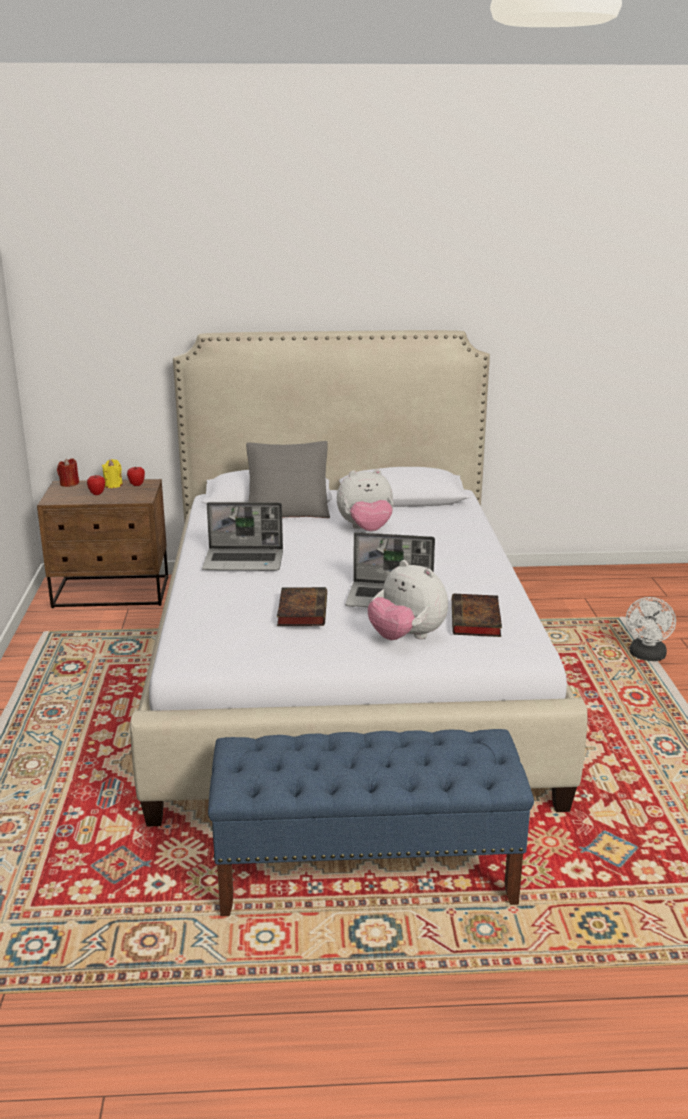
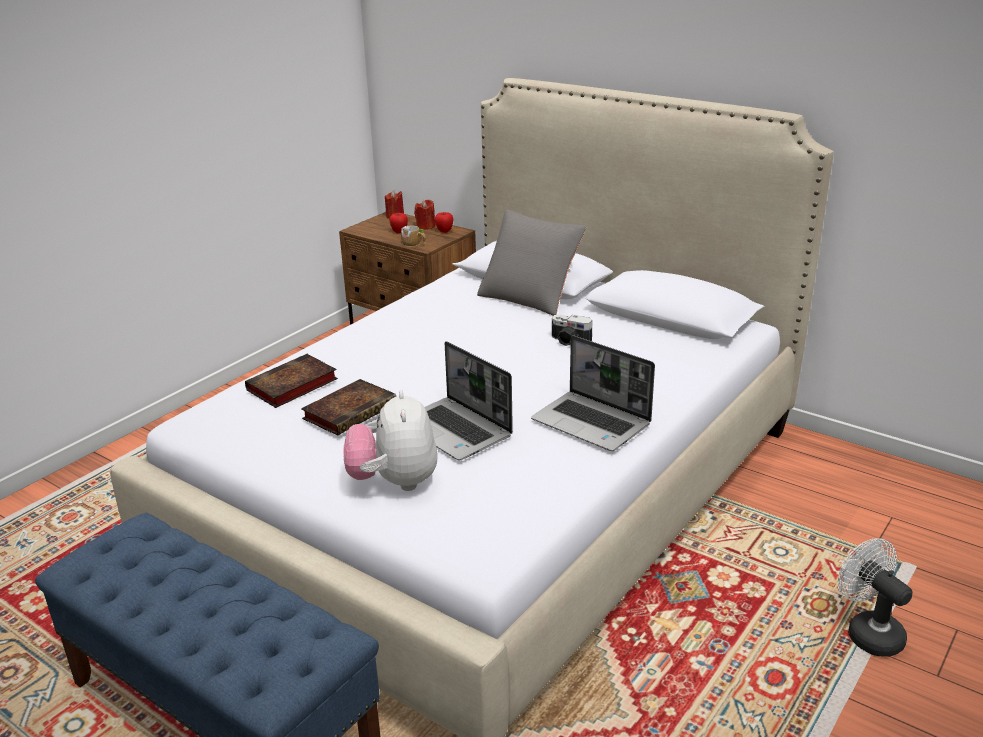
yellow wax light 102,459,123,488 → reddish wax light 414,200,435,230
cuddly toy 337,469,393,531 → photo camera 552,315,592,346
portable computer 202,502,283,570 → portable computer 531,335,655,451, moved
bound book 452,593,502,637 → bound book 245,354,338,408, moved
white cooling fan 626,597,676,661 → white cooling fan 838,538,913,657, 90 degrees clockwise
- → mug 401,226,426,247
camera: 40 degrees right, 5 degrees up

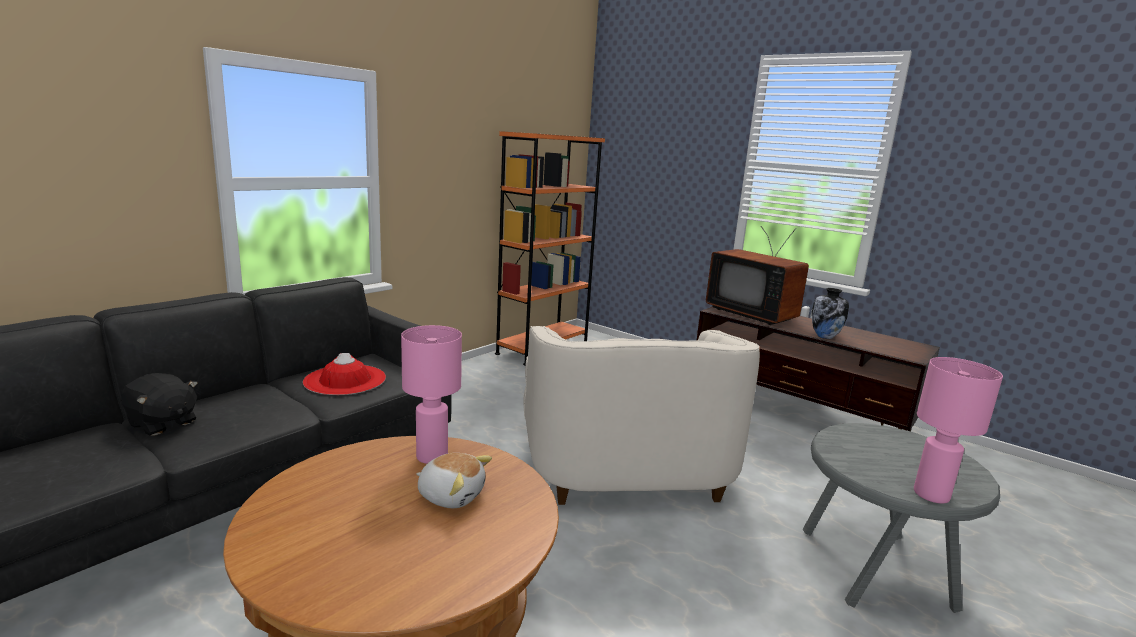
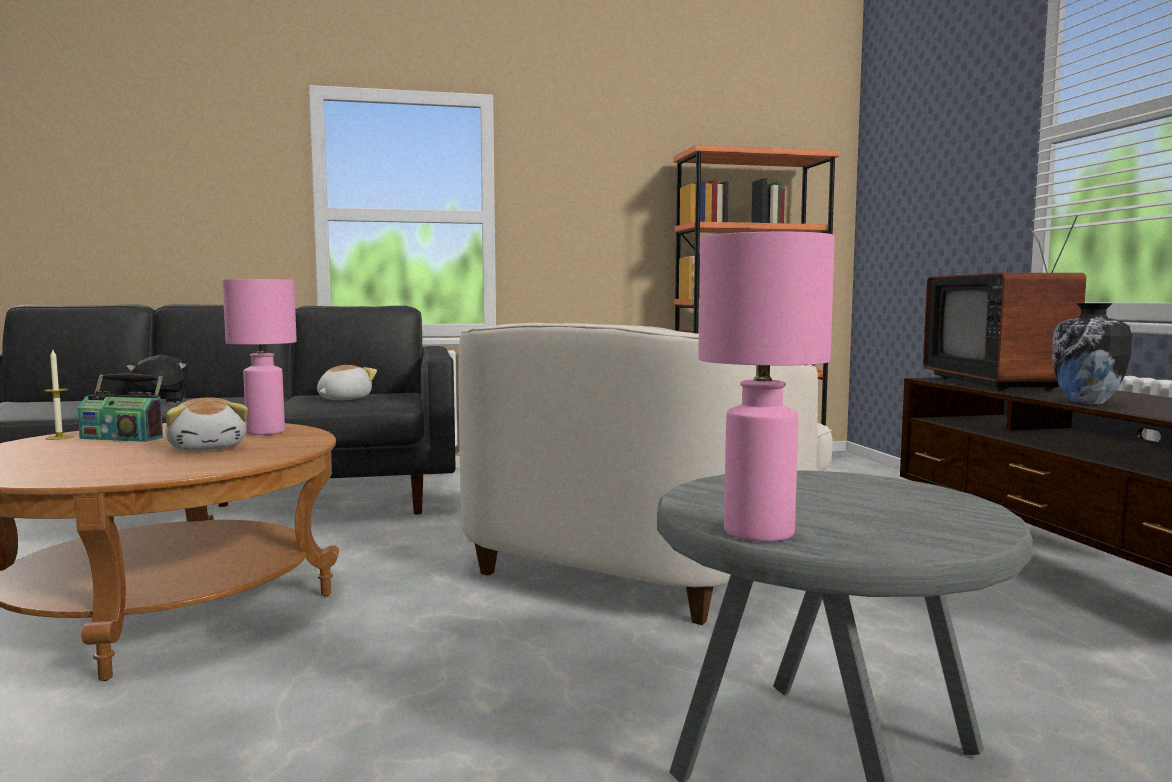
reddish clothing hat 303,353,386,395 → cuddly toy 317,365,377,400
- → wax light 44,350,74,440
- → radio receiver 77,373,163,442
camera: 40 degrees right, 10 degrees down

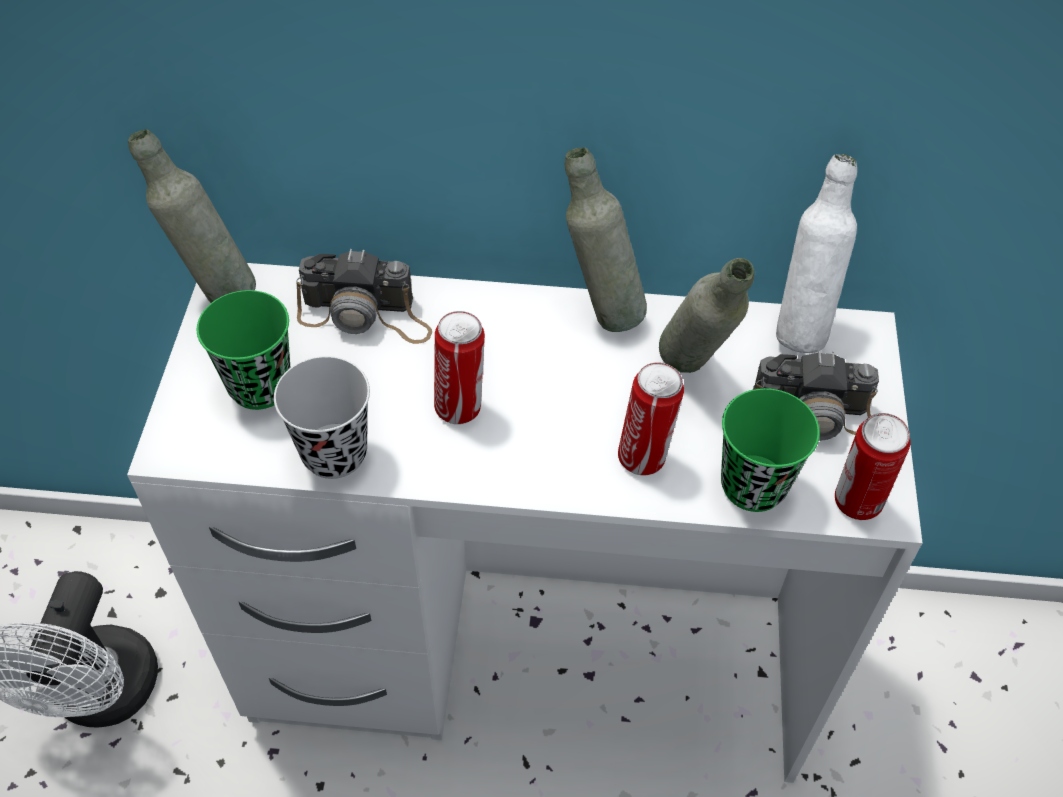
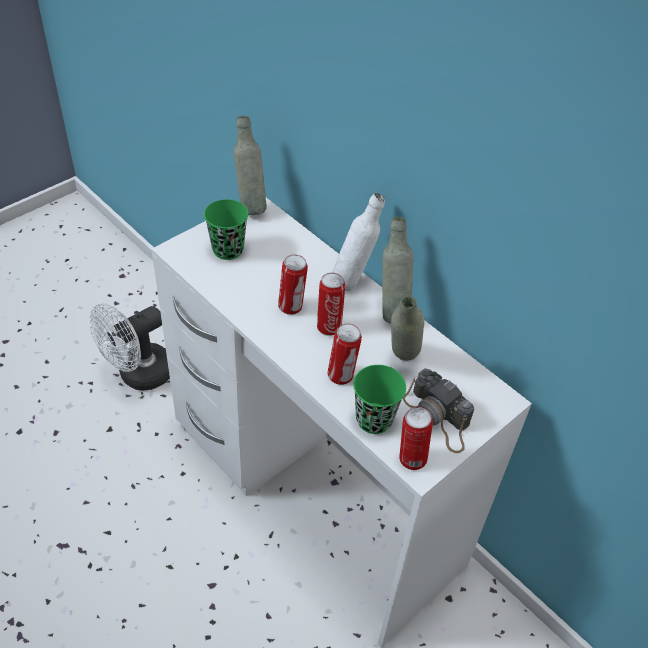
white drink bottle 776,154,857,353 → white drink bottle 332,193,385,291, moved
photo camera 296,249,432,344 → -
black small cup 274,356,370,479 → -
- → can 317,273,345,336
camera: 40 degrees right, 5 degrees down

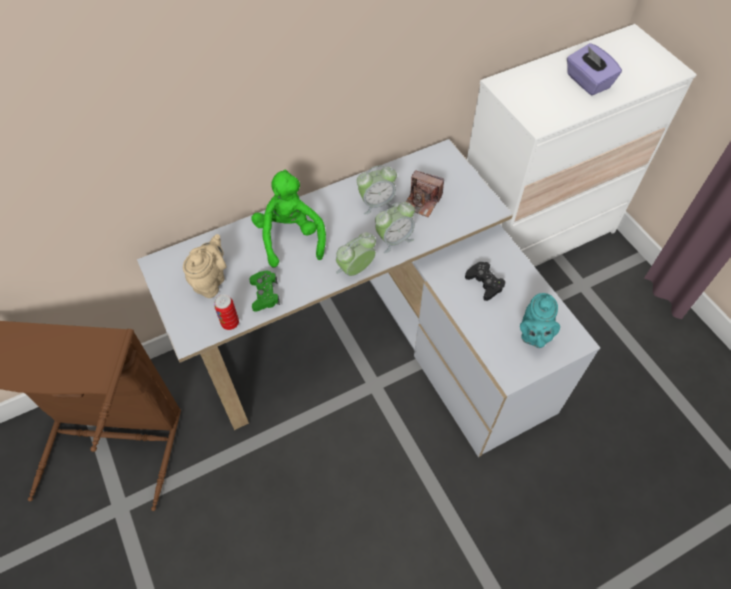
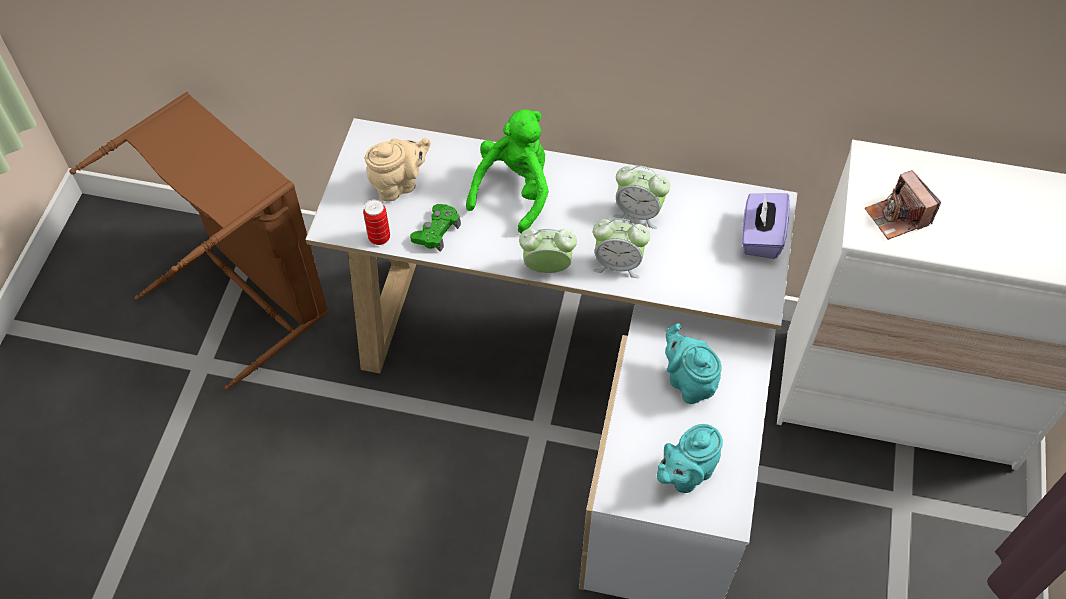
purplish tissue box 567,43,622,95 → purplish tissue box 742,193,790,259, moved
photo camera 406,170,444,217 → photo camera 865,170,941,240, moved
black game controller 465,262,506,301 → turquoise teapot 665,323,722,404
camera: 40 degrees right, 0 degrees up

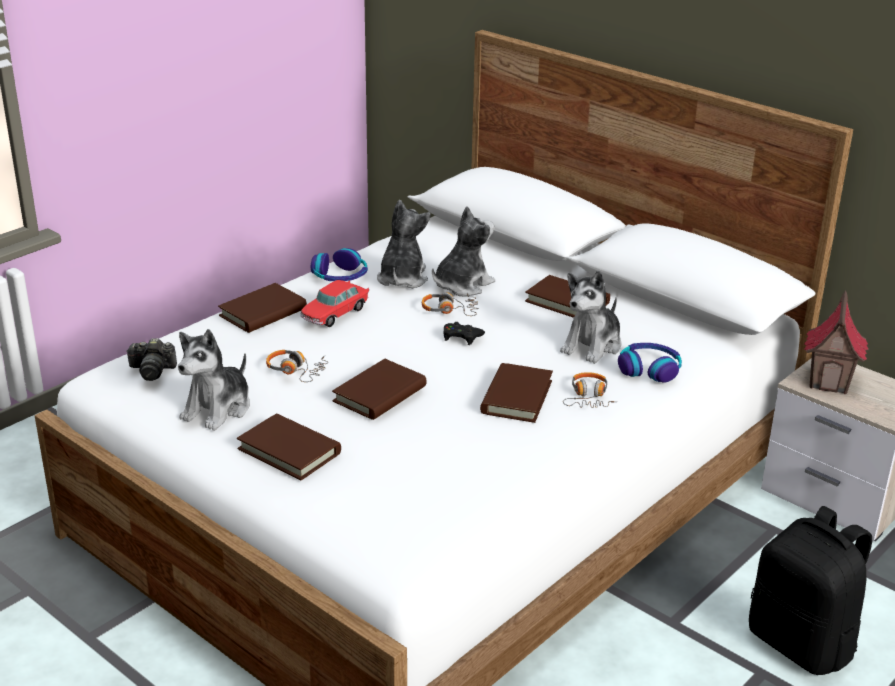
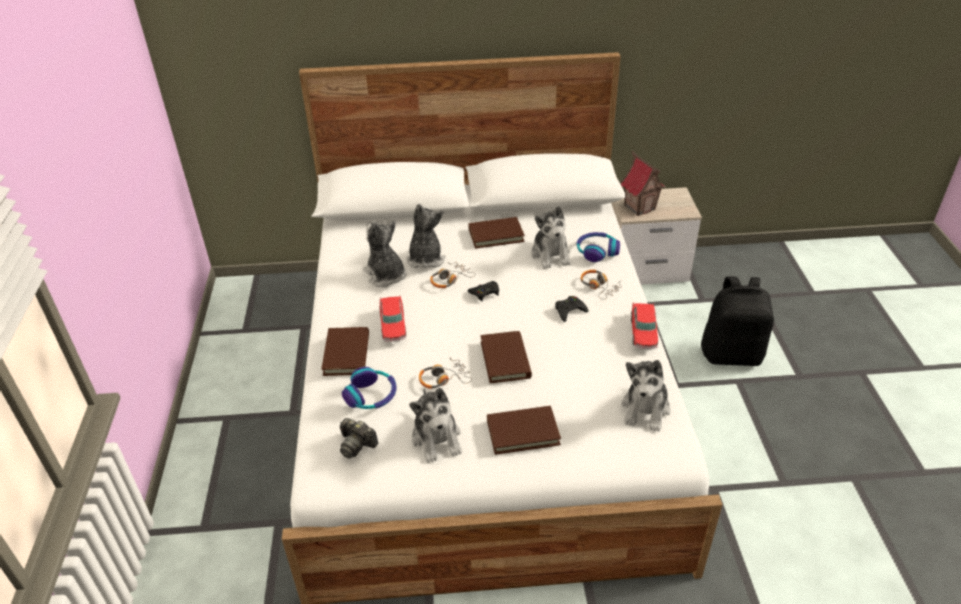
headphones 311,248,368,281 → headphones 342,367,397,409, moved
photo camera 126,338,177,381 → photo camera 340,418,378,458, 75 degrees clockwise
brownish bound book 480,363,553,423 → black game controller 555,296,588,322
- → toy car 631,301,658,349
- → cuddly toy 622,360,670,431
camera: 45 degrees left, 10 degrees up

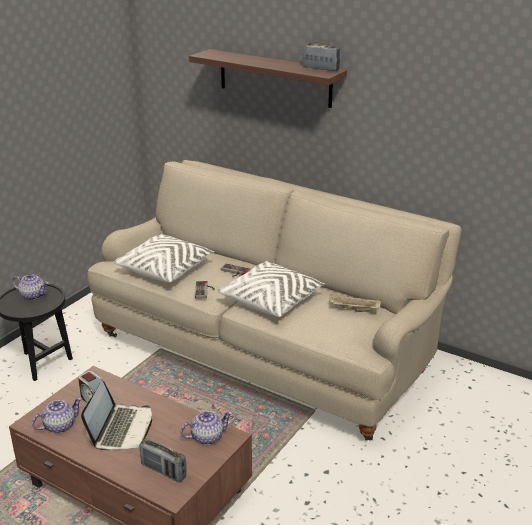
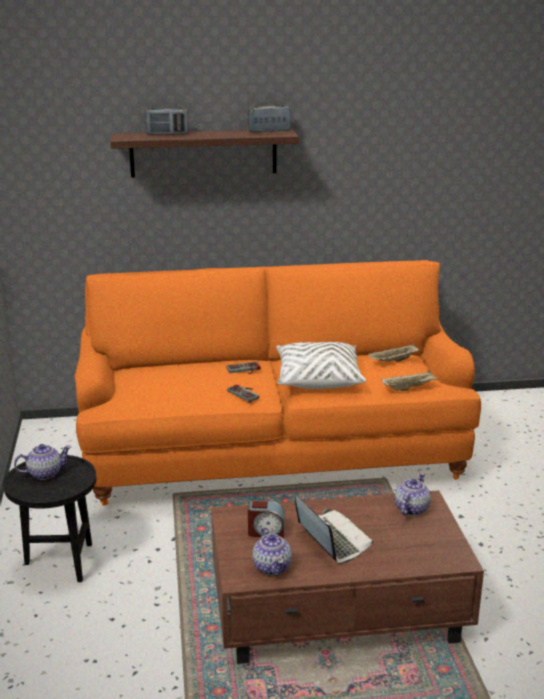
sand-coloured sofa 87,160,462,441 → orange sofa 74,260,481,506
white pillow 114,234,215,282 → -
teapot 32,397,82,433 → teapot 252,528,292,576, 150 degrees clockwise
radio receiver 140,438,187,482 → radio receiver 145,106,189,135, moved
- → sand-coloured serving tray 381,370,438,391
camera: 40 degrees left, 5 degrees down

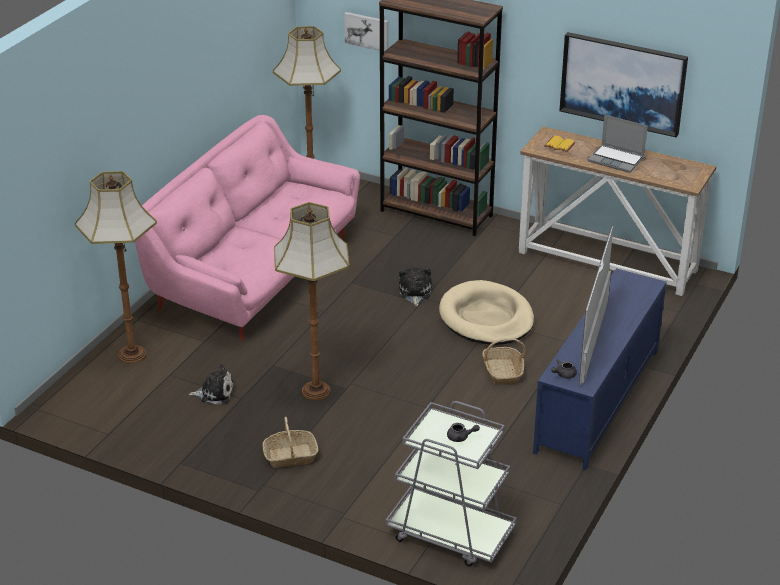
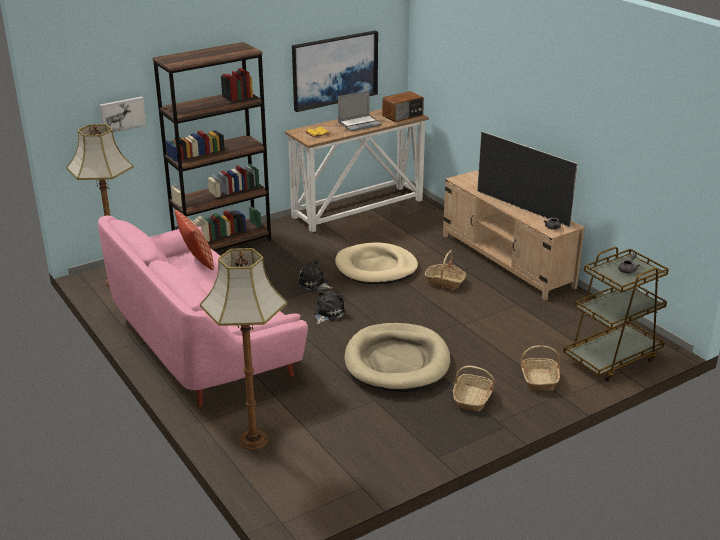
standing lamp 274,202,350,400 → sand-coloured dog bed 344,323,450,392
blue tv stand 533,268,667,470 → sand-coloured tv stand 443,170,585,301
cuddly toy 189,364,234,405 → cuddly toy 313,291,346,324, moved
greyish wheeled cart 386,401,517,567 → brownish wheeled cart 563,247,669,382
- → radio receiver 382,91,424,122
- → pillow 175,210,214,270
- → household basket 521,346,560,391
camera: 60 degrees left, 5 degrees down

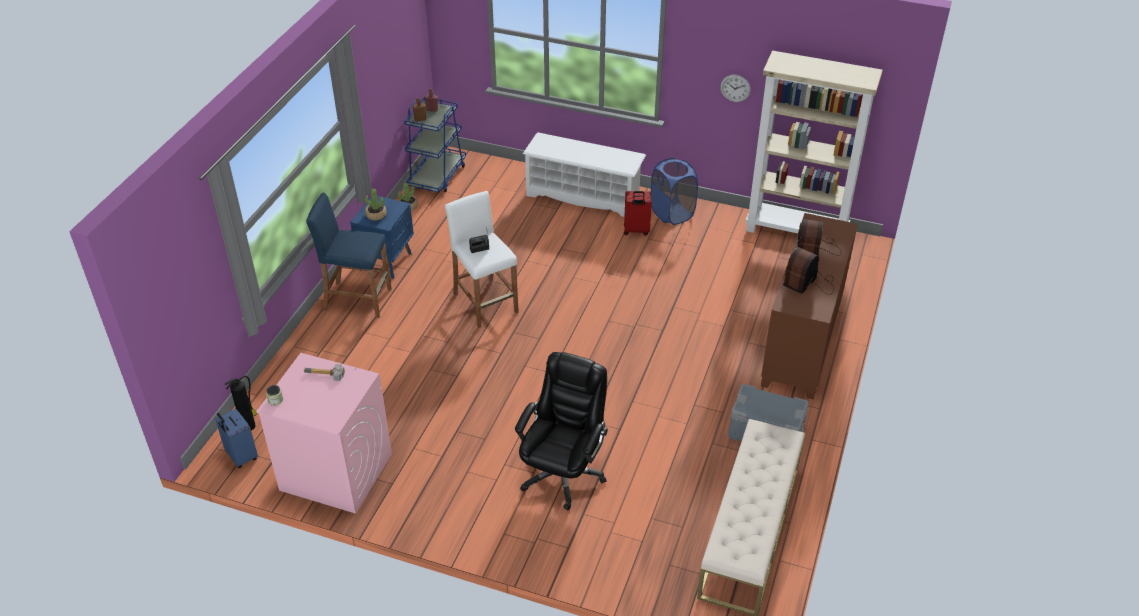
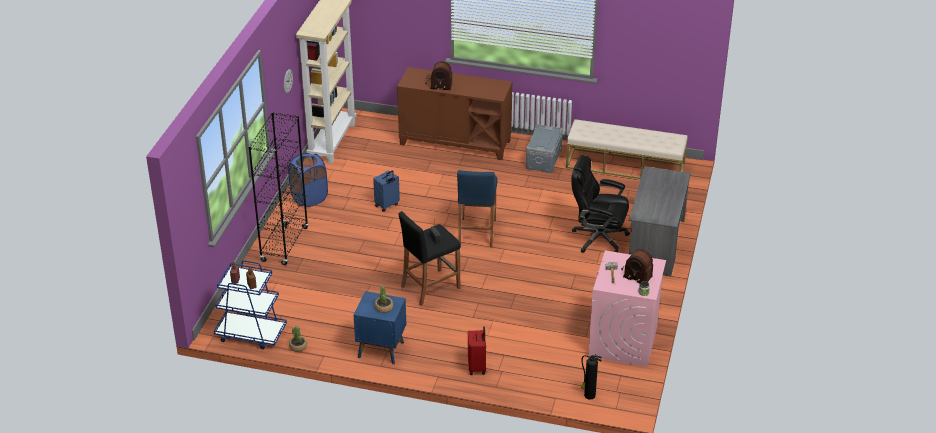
white shoe stand 523,132,646,217 → black bookcase 248,112,309,265
white sitting stool 445,191,519,328 → black sitting stool 399,211,461,306
reddish suitcase 624,191,652,236 → reddish suitcase 468,326,486,375, moved
blue sitting stool 306,193,392,318 → blue sitting stool 457,170,497,248, moved
radio receiver 783,247,834,295 → radio receiver 621,249,653,284, moved
blue suitcase 215,409,258,468 → blue suitcase 373,170,400,212, moved
- → greyish desk unit 629,166,691,276
camera: 95 degrees left, 5 degrees down

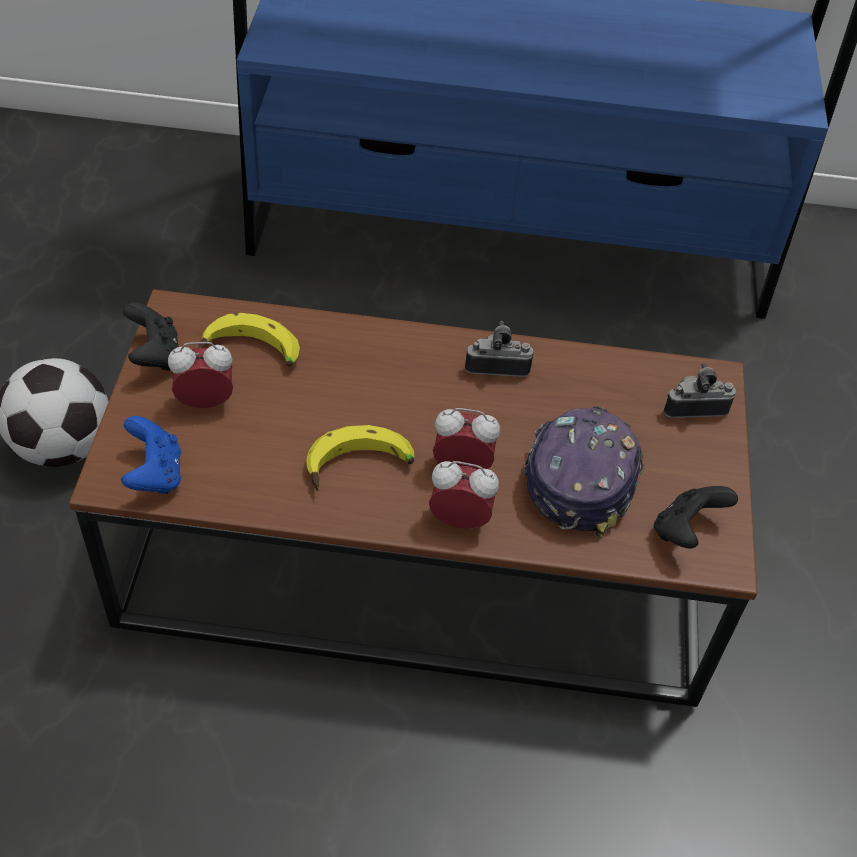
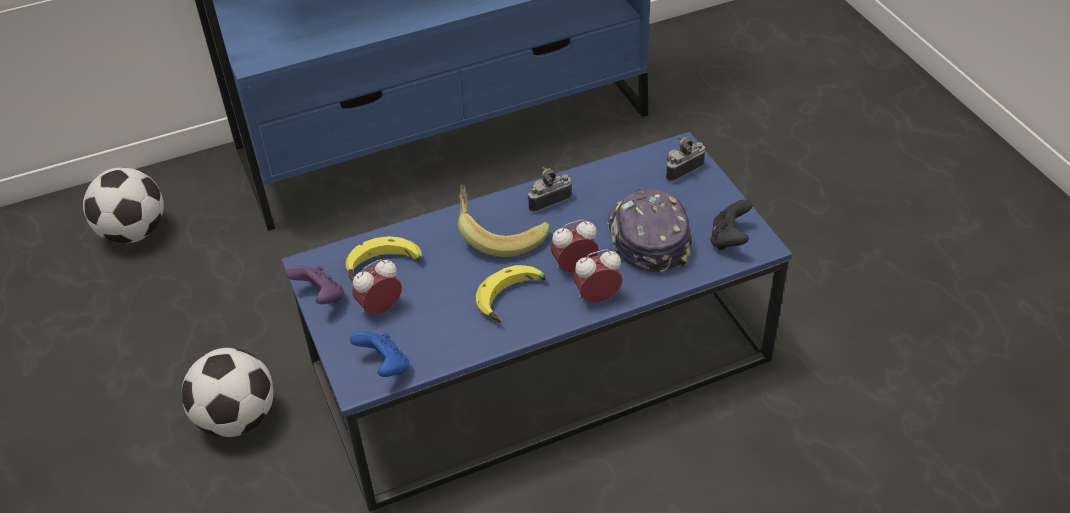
brownish lounge table 69,289,757,707 → blue lounge table 282,132,792,512
black game controller 123,302,179,371 → purplish game controller 285,265,345,304
- → ball for football 83,168,164,243
- → whole banana 458,185,550,257
camera: 25 degrees left, 5 degrees down

